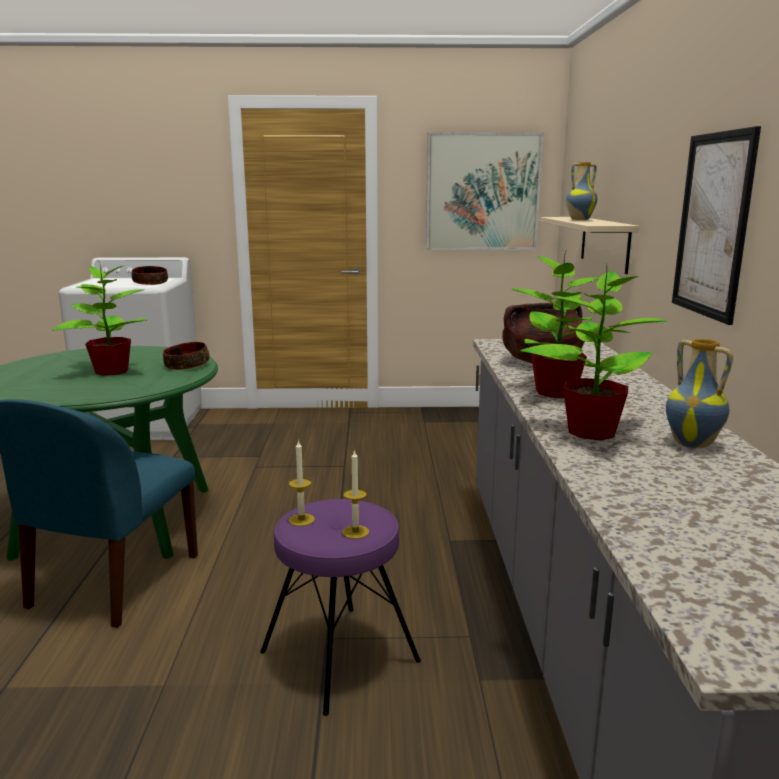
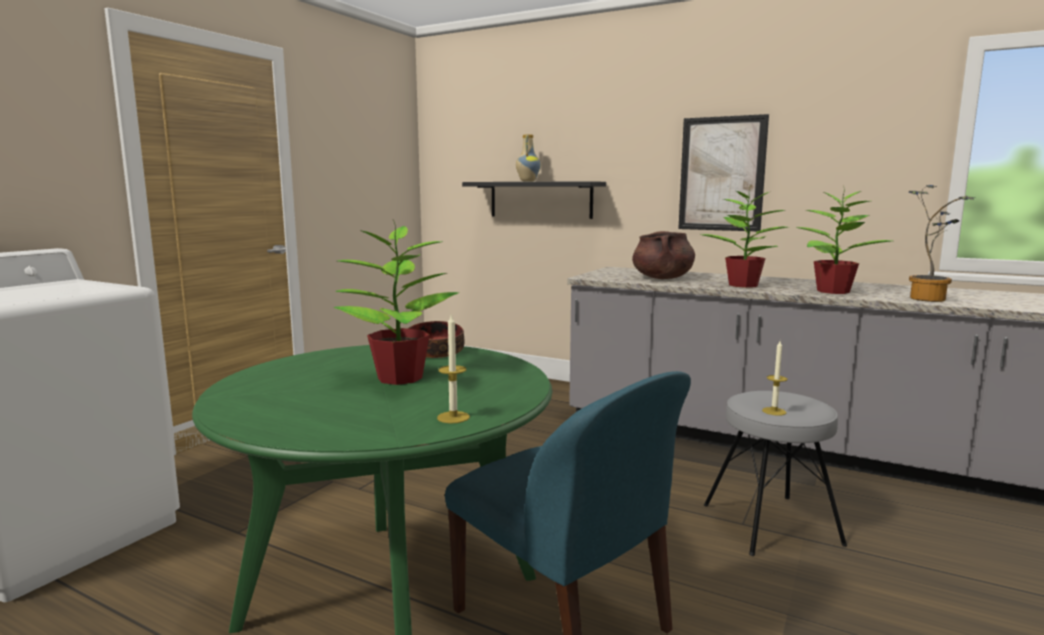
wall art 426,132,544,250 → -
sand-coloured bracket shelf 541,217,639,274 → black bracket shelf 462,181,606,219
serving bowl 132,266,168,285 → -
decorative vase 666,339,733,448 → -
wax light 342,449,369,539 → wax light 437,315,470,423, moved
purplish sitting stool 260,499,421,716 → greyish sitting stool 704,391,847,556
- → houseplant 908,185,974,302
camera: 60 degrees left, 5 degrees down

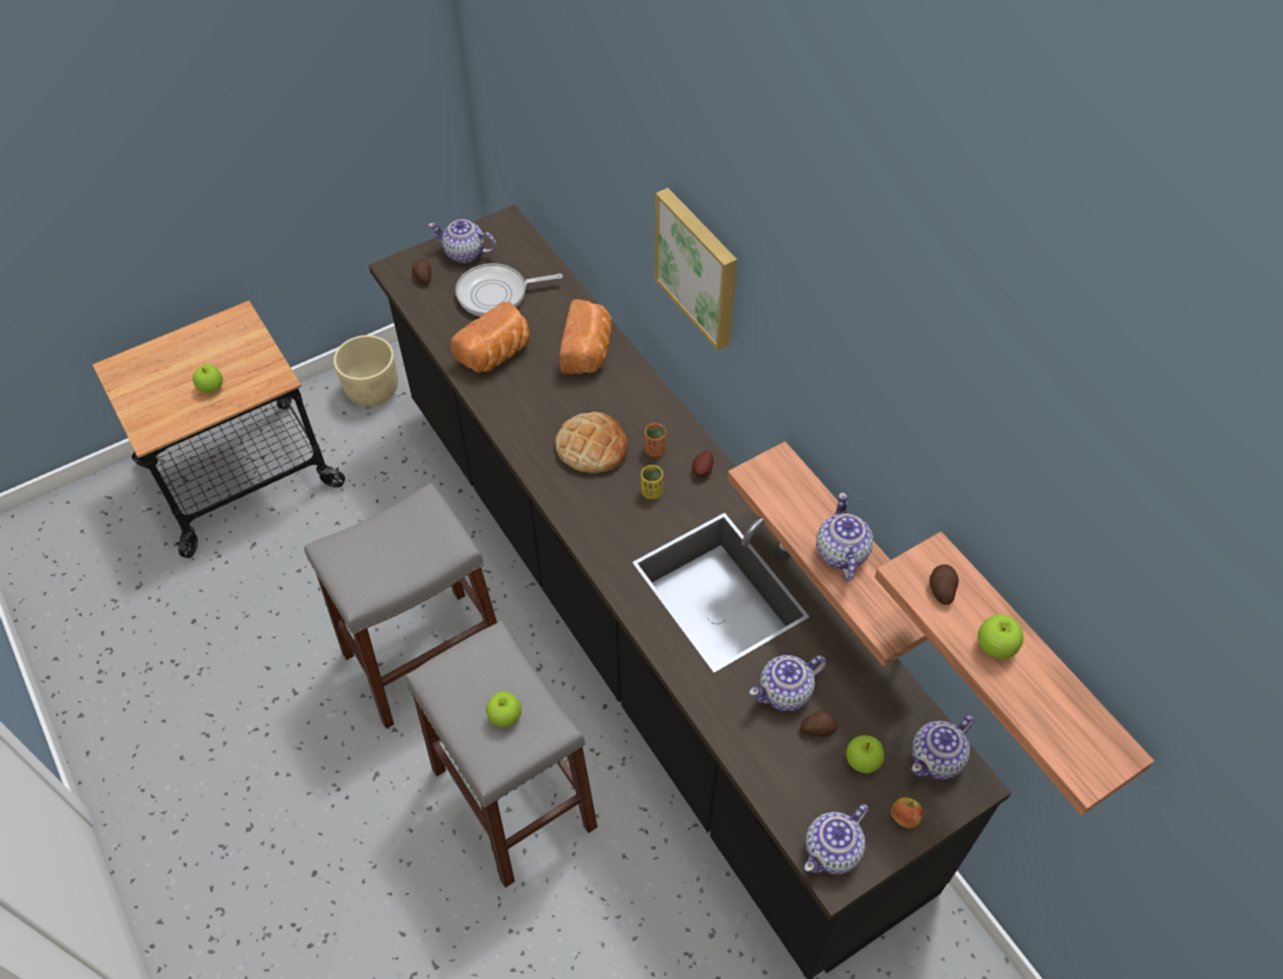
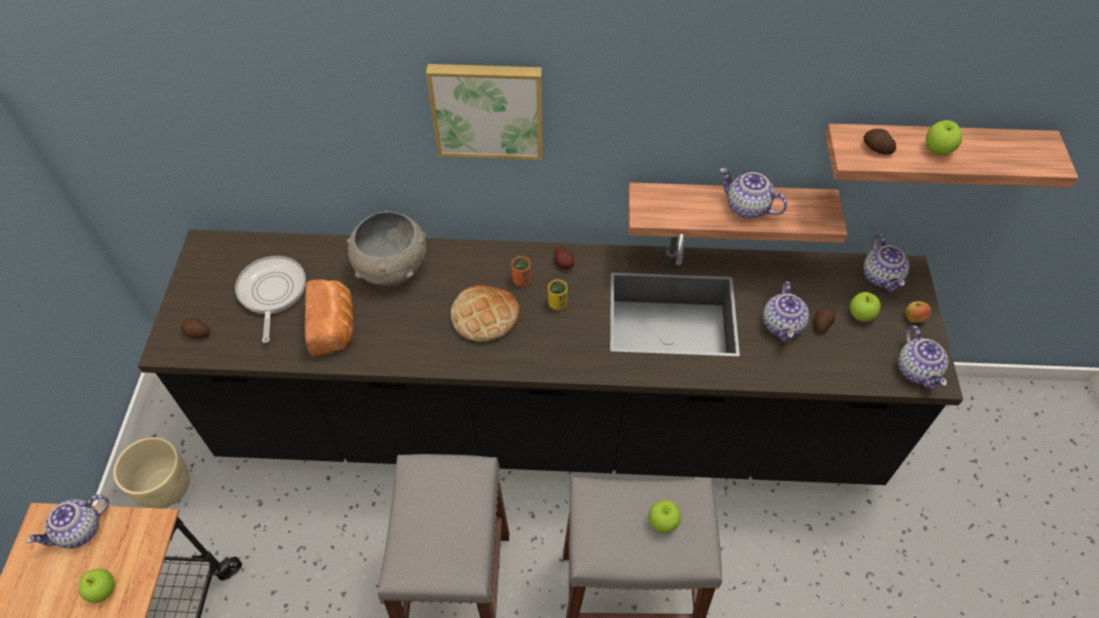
teapot 428,219,496,263 → teapot 26,495,109,549, moved
skillet 455,263,563,317 → skillet 235,256,306,343, 150 degrees clockwise
bakery bread 560,299,612,374 → greyish serving bowl 347,211,426,286
camera: 55 degrees left, 0 degrees up

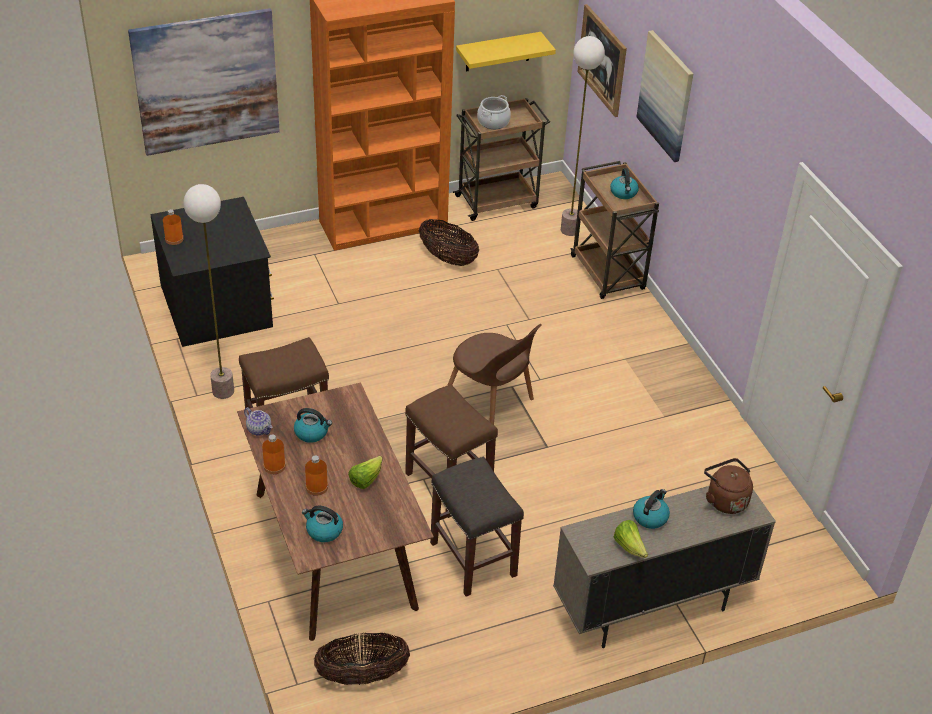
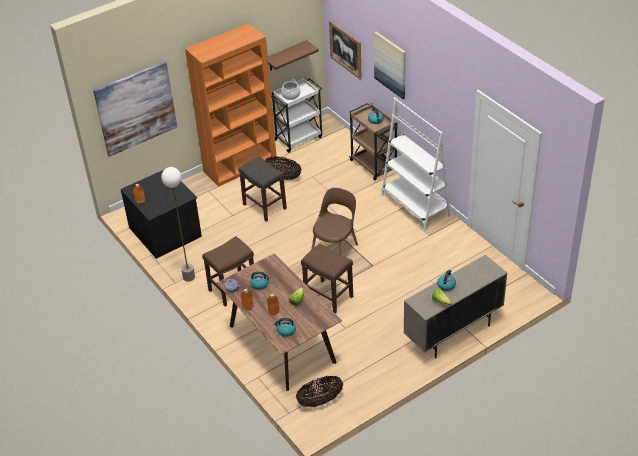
yellow bracket shelf 456,32,556,72 → brownish bracket shelf 268,40,319,71
standing lamp 561,36,605,236 → -
brownish wheeled cart 453,98,550,221 → white wheeled cart 271,78,322,153
brownish upright chair 448,324,542,425 → brownish upright chair 311,188,358,256, 90 degrees counterclockwise
greyish sitting stool 430,456,524,597 → greyish sitting stool 239,156,287,221, moved
brownish water kettle 704,458,753,514 → -
- → white bookcase 381,97,451,231
camera: 10 degrees left, 0 degrees up

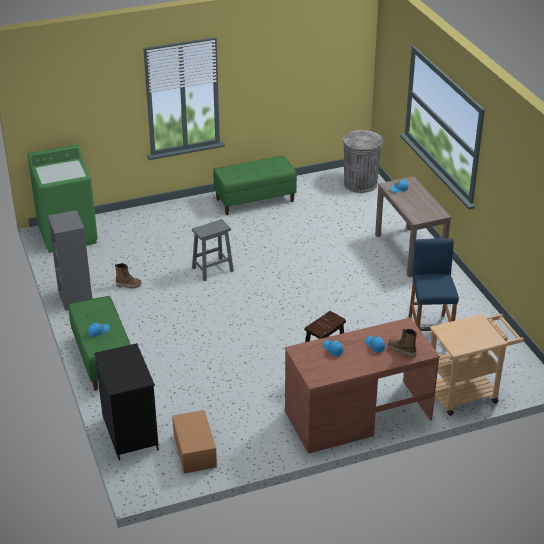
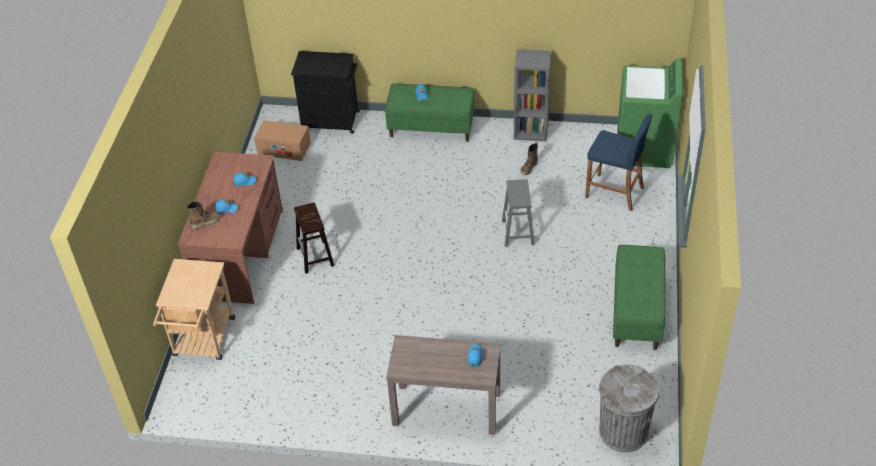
blue sitting stool 409,238,459,331 → blue sitting stool 585,113,652,211, moved
camera: 120 degrees right, 10 degrees up

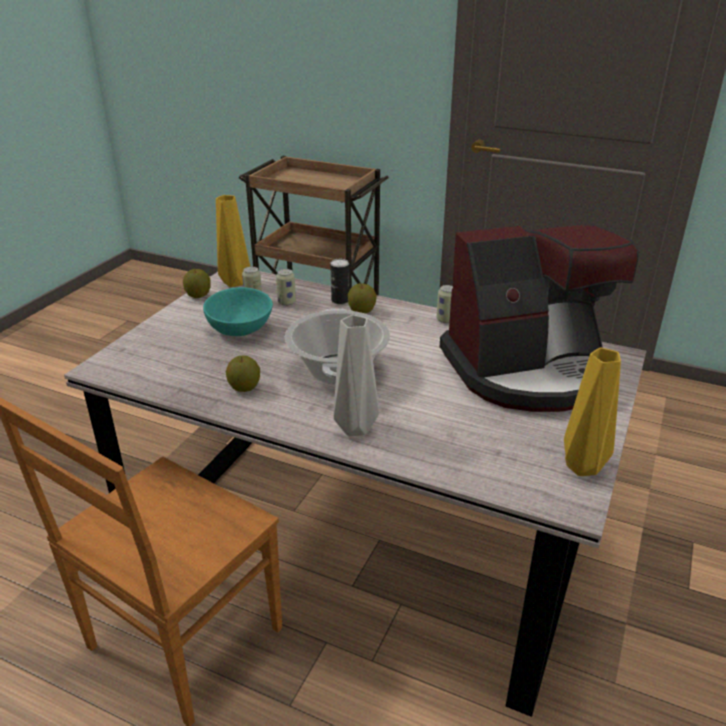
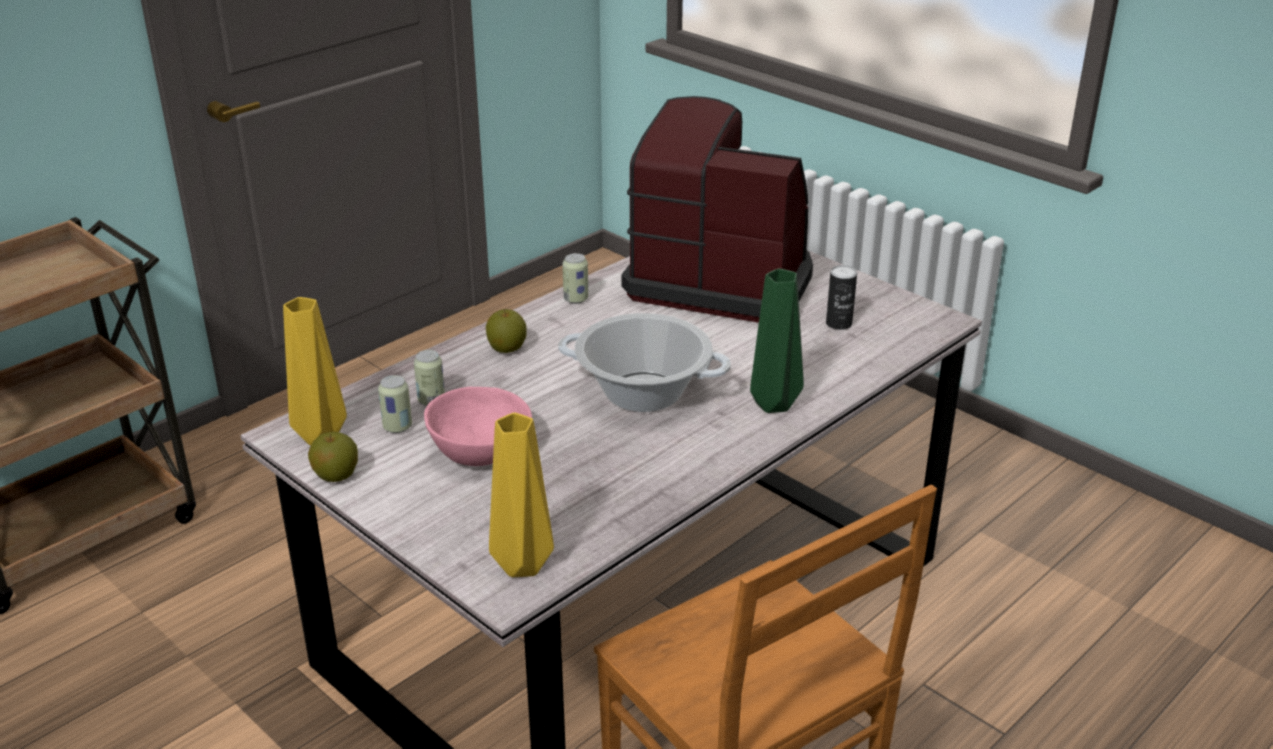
coffee maker 440,224,639,412 → coffee maker 621,96,813,323, 75 degrees counterclockwise
can 330,259,349,304 → can 826,265,857,330, moved
turquoise serving bowl 203,287,273,336 → pink serving bowl 424,386,532,466
greyish decorative vase 333,315,379,436 → green-coloured decorative vase 750,268,804,413
yellow decorative vase 564,348,621,476 → yellow decorative vase 489,412,554,577, moved
whole apple 226,356,260,392 → -
camera: 70 degrees left, 0 degrees up

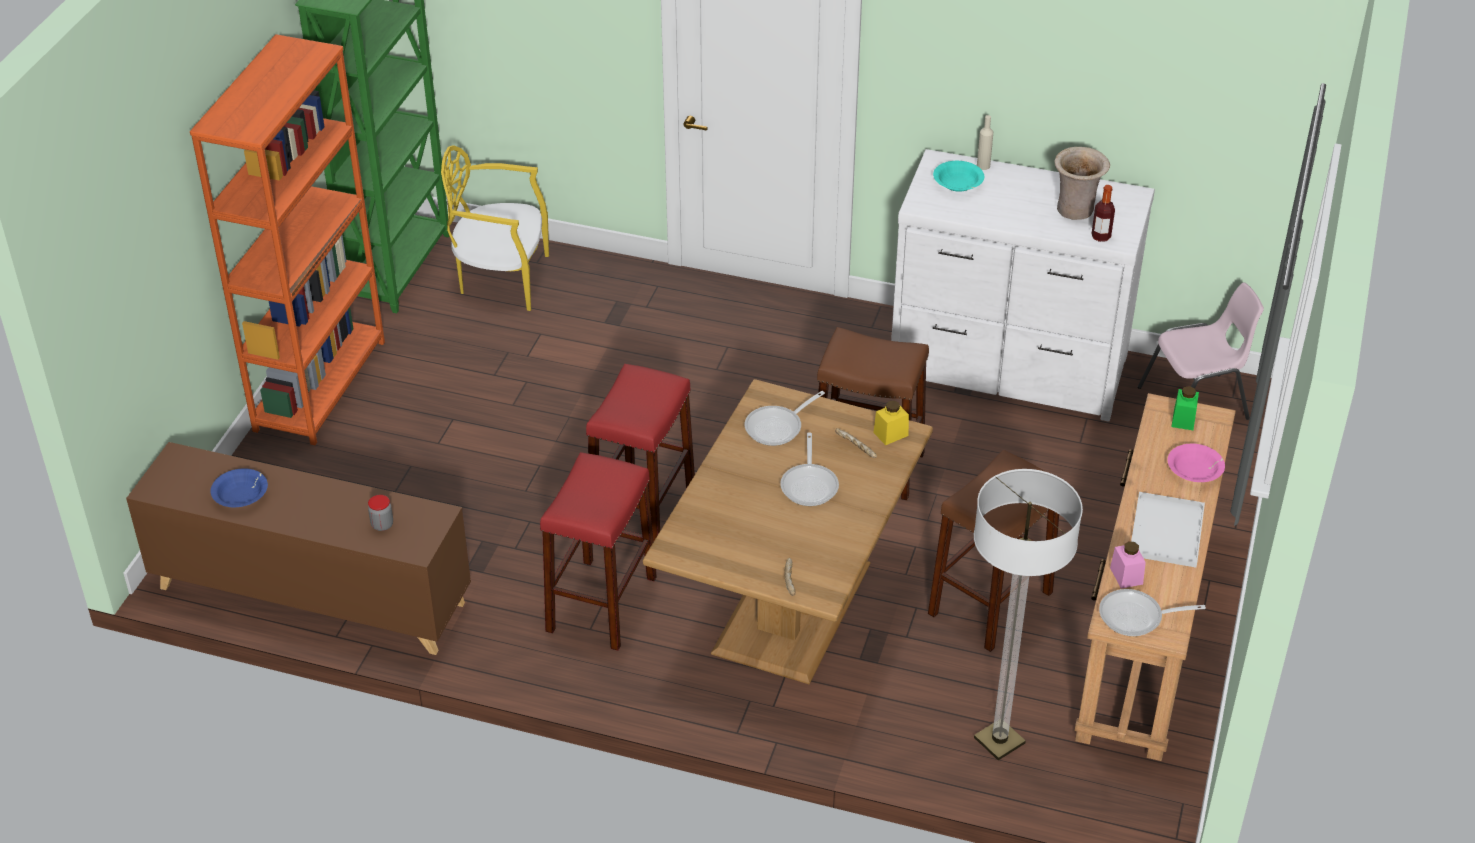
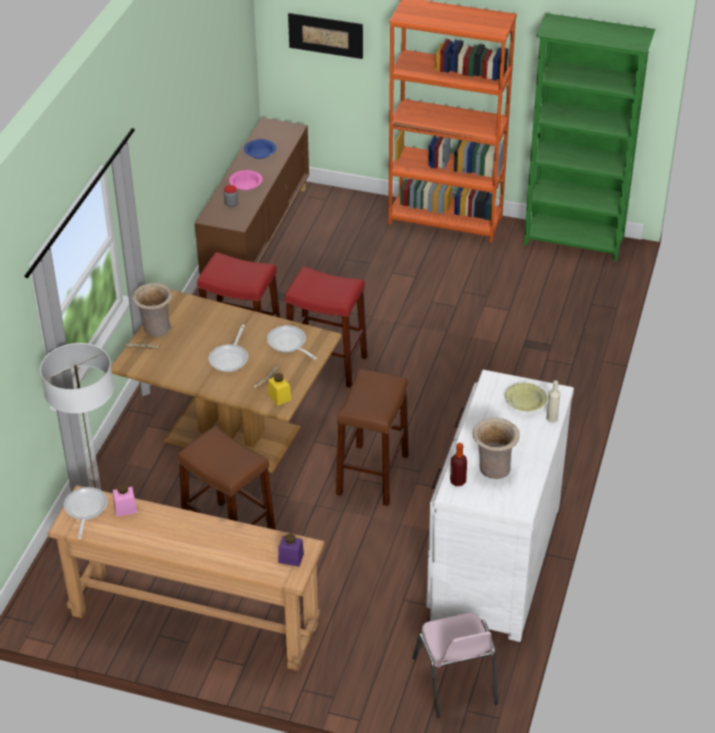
yellow upright chair 441,145,549,311 → -
turquoise serving bowl 933,161,984,192 → yellow serving bowl 505,383,547,411
green-coloured preserve jar 1171,386,1199,430 → purplish preserve jar 278,534,304,567
skillet 780,432,839,506 → skillet 209,325,248,372, 75 degrees counterclockwise
pink serving bowl 1168,444,1225,482 → pink serving bowl 229,170,262,190, moved
white serving tray 1131,492,1205,567 → -
- → wall art 288,13,363,59
- → sand-coloured decorative vase 132,283,173,337
camera: 90 degrees right, 0 degrees up

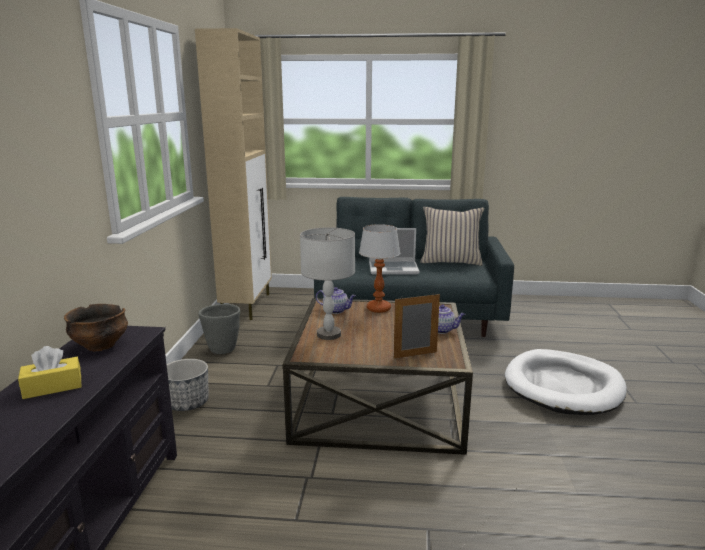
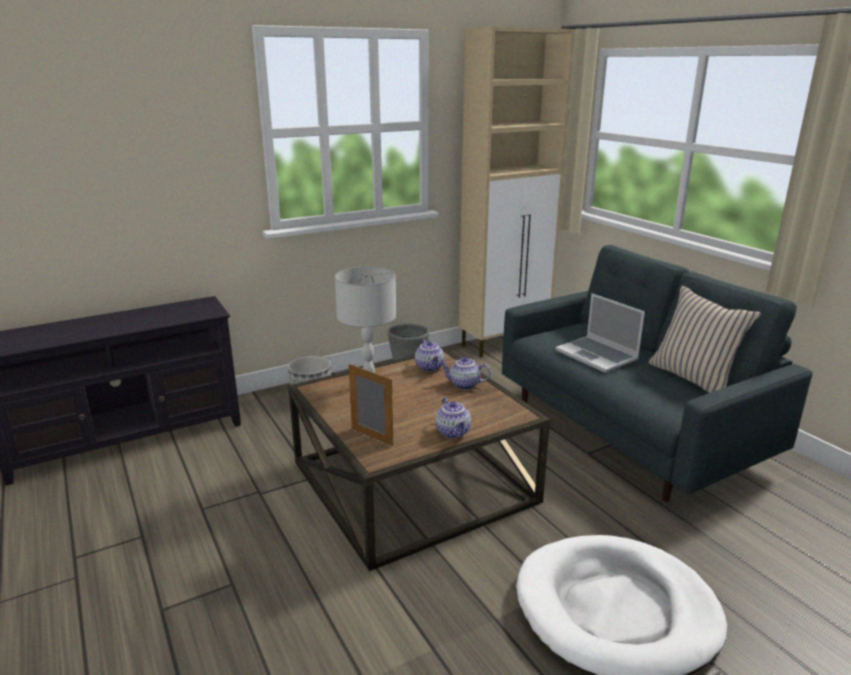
tabletop lamp 359,224,400,313 → teapot 440,357,491,390
serving bowl 64,304,128,351 → -
yellow tissue box 18,346,81,399 → -
camera: 55 degrees right, 5 degrees up

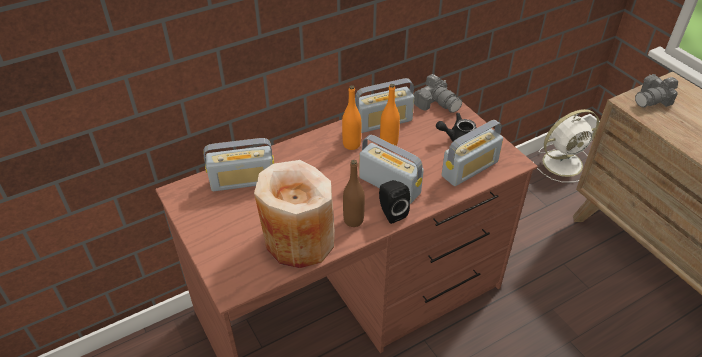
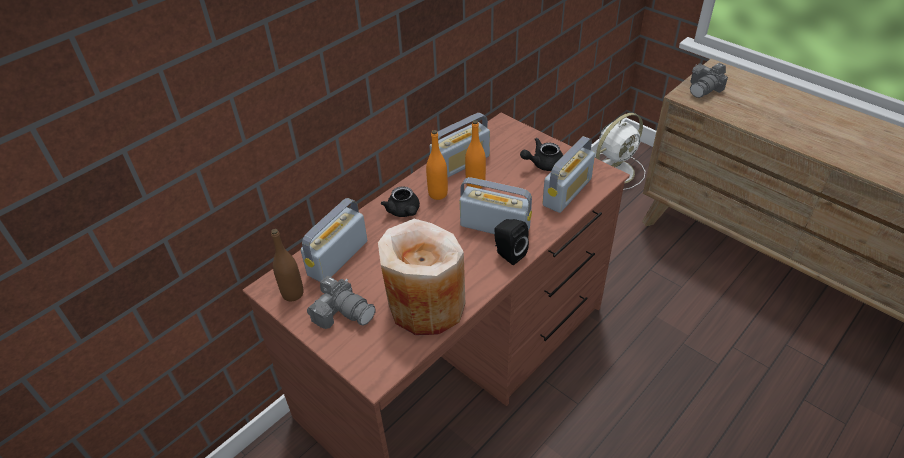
photo camera 414,74,462,113 → photo camera 307,276,375,329, moved
radio receiver 203,138,274,191 → radio receiver 301,198,367,282, 150 degrees clockwise
brownish drink bottle 343,160,365,227 → brownish drink bottle 271,229,304,301, moved
- → black teapot 381,186,420,217
camera: 15 degrees left, 0 degrees up

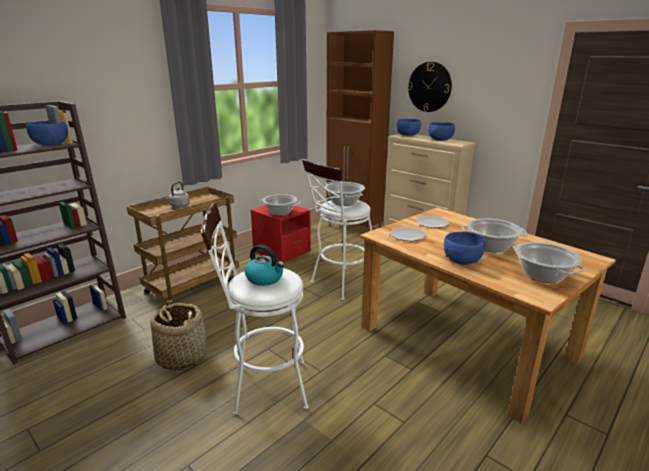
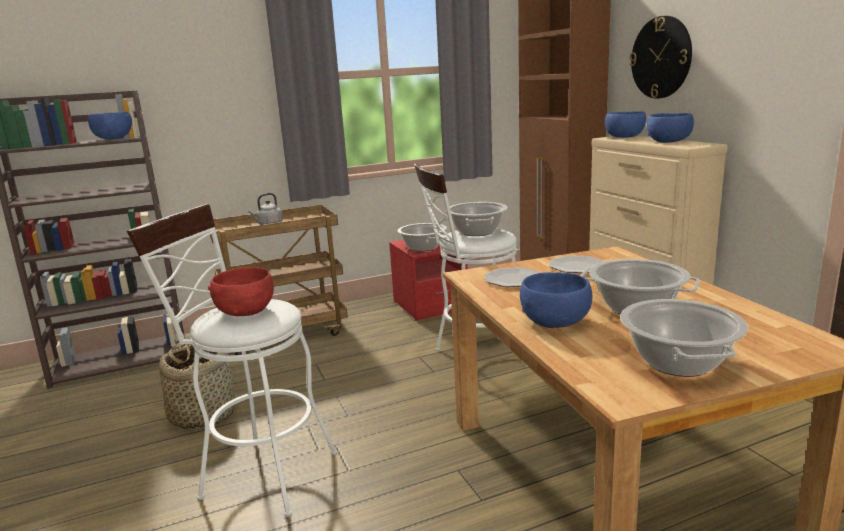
water kettle 245,245,284,286 → reddish serving bowl 208,267,274,316
camera: 25 degrees right, 5 degrees down

